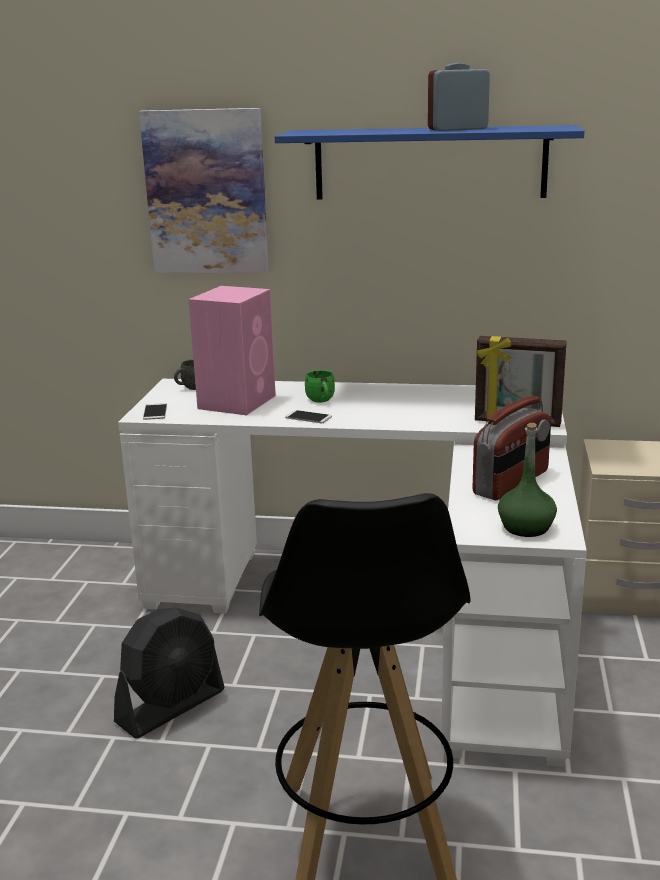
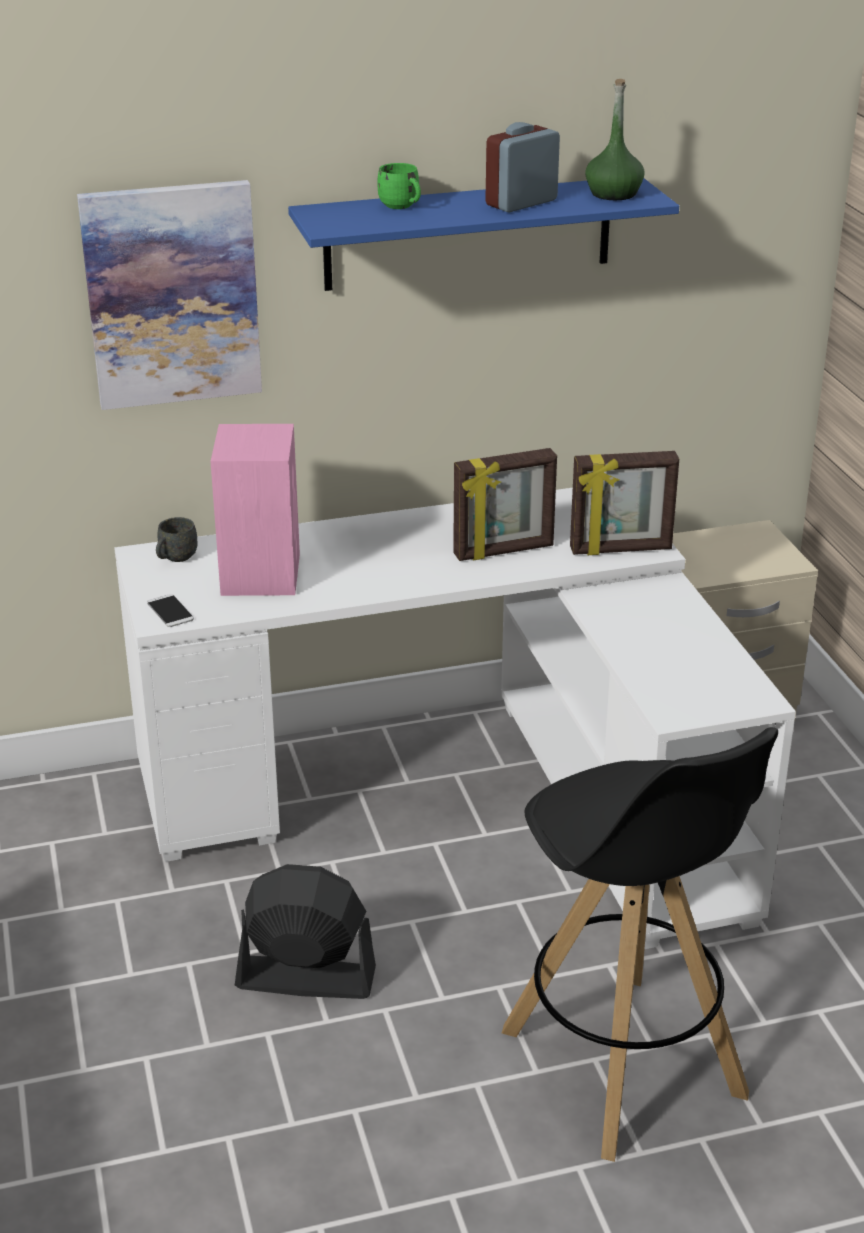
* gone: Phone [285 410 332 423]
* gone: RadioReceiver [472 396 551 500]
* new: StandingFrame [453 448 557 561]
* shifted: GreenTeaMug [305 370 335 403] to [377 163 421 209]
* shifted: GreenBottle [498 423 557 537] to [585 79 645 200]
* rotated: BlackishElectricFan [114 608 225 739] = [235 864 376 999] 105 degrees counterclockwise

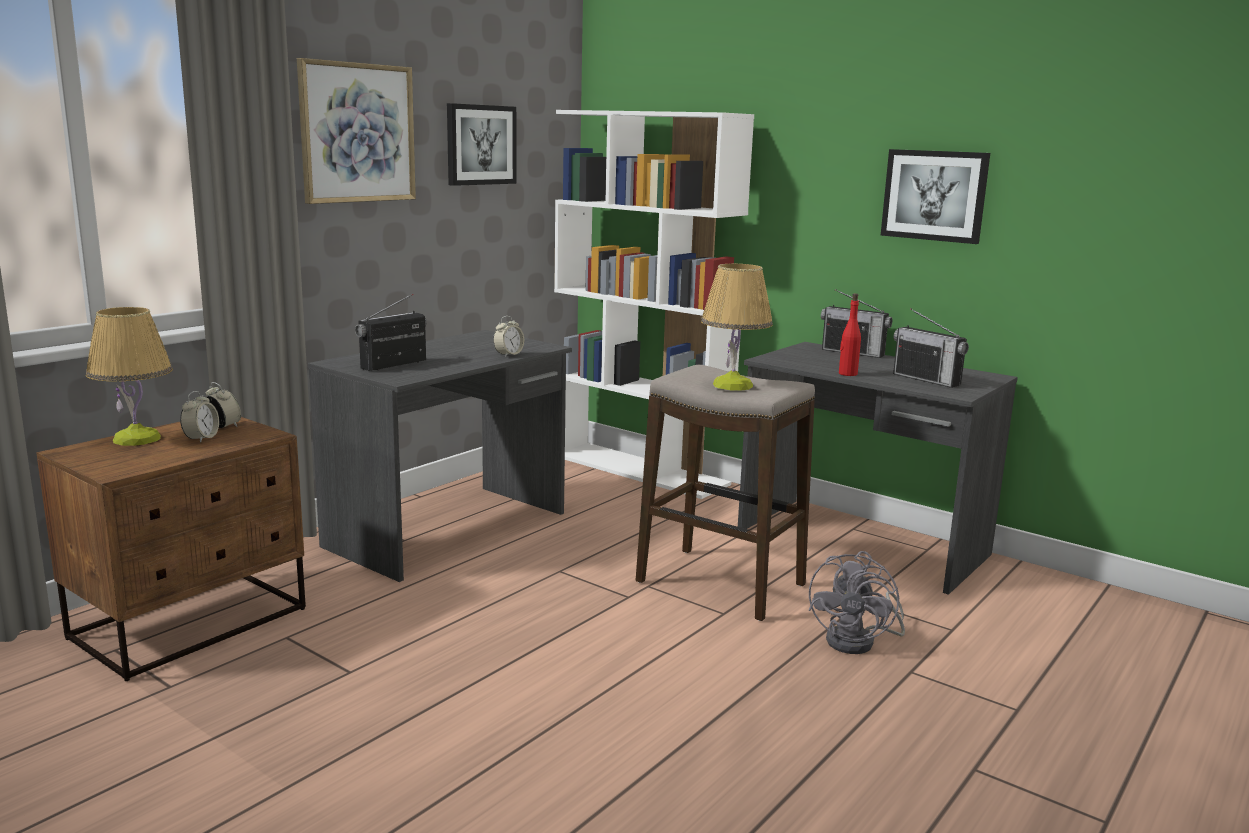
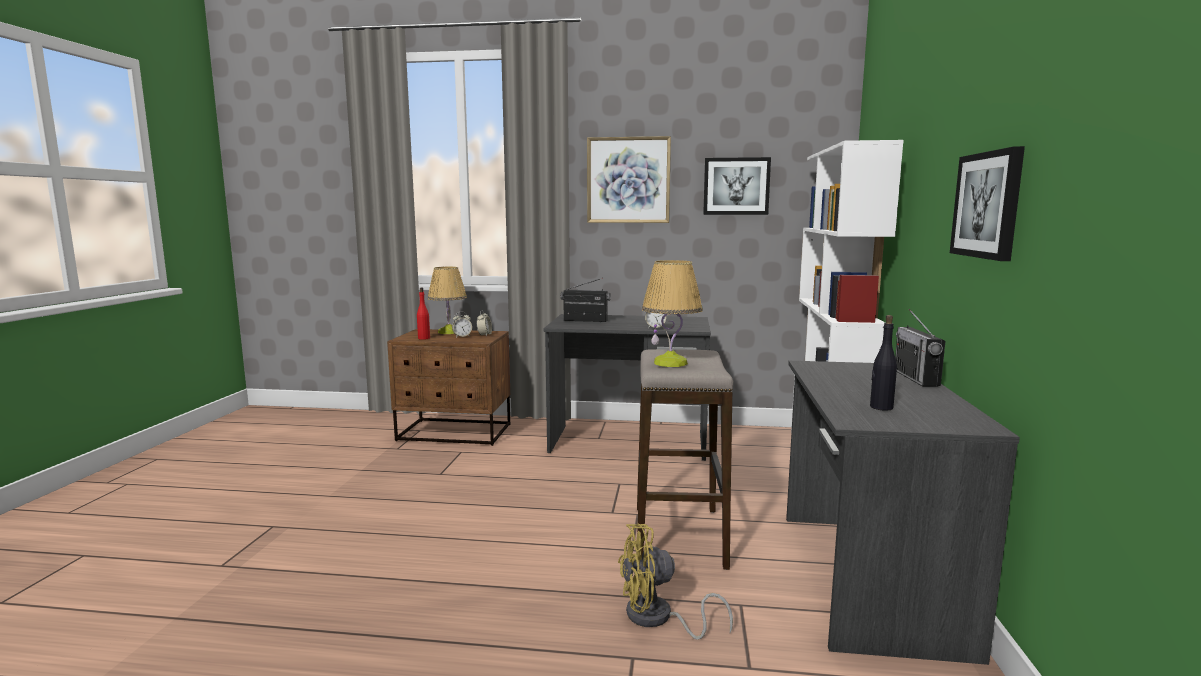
* shifted: ReddishBottle [839 293 861 376] to [417 288 430 340]
* swapped: RadioReceiver [893 308 969 388] to BlackishBottle [870 315 897 411]
* repainted: GrayElectricFan [809 551 905 654] to YellowishElectricFan [618 524 733 640]

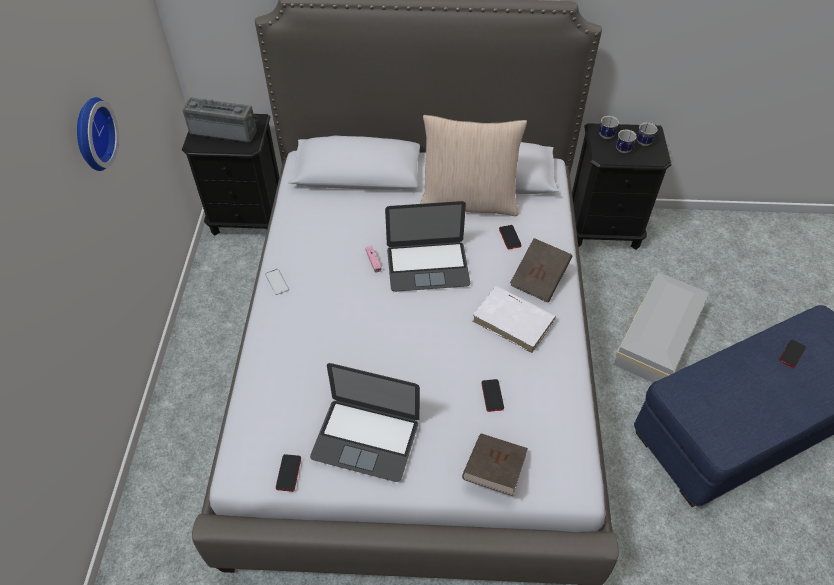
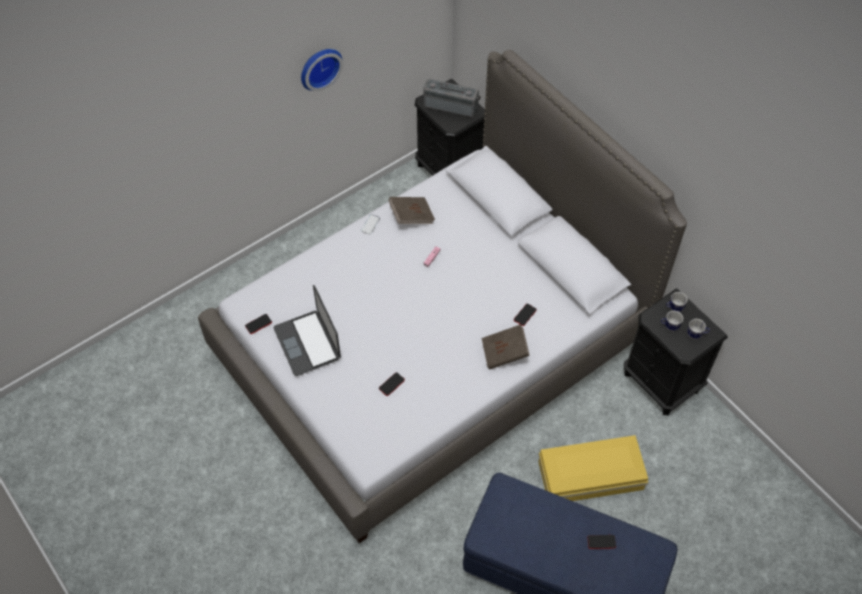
* gone: Laptop [385 201 470 292]
* gone: SandColouredCushion [420 115 527 216]
* gone: WhiteColouredVolume [473 286 556 353]
* shifted: BrownishVolume [462 433 528 496] to [389 197 435 224]
* repainted: WhiteColouredStorageContainer [614 272 709 383] to YellowishStorageContainer [538 435 648 501]
* rotated: RadioReceiver [183 97 258 143] = [423 78 481 118] 45 degrees counterclockwise

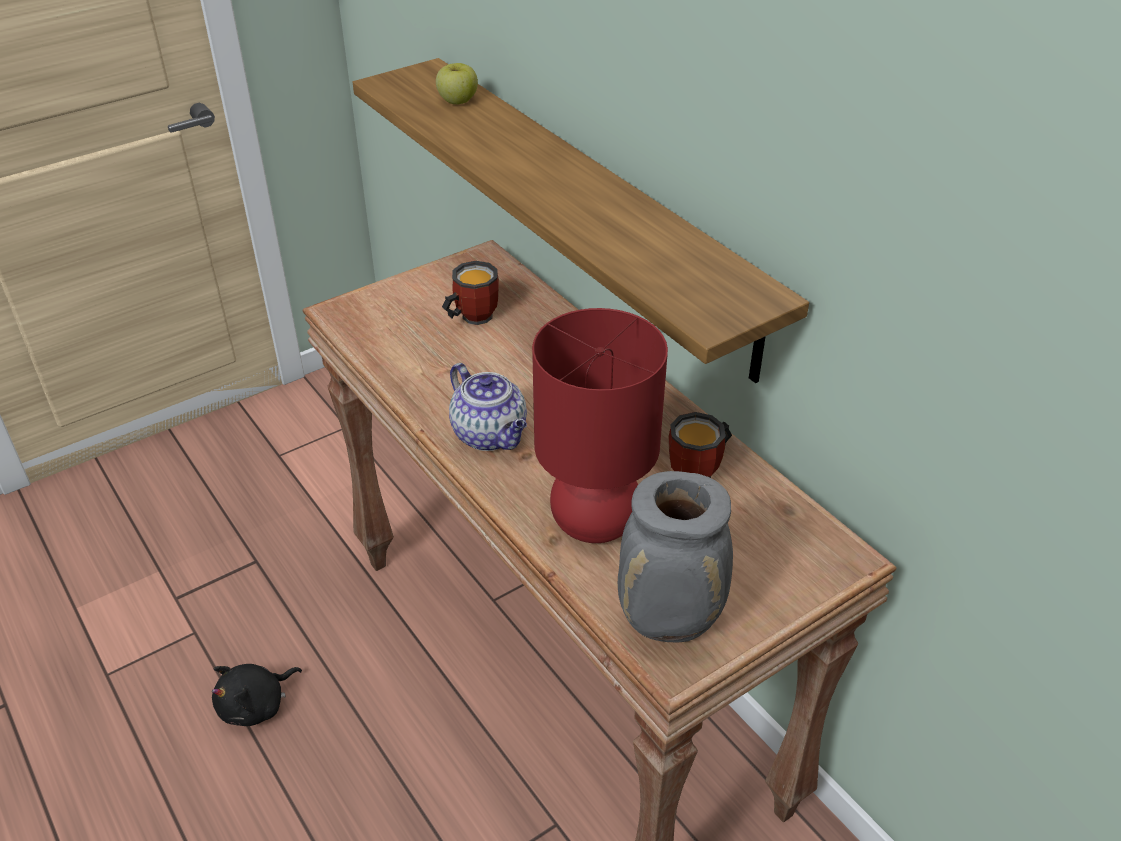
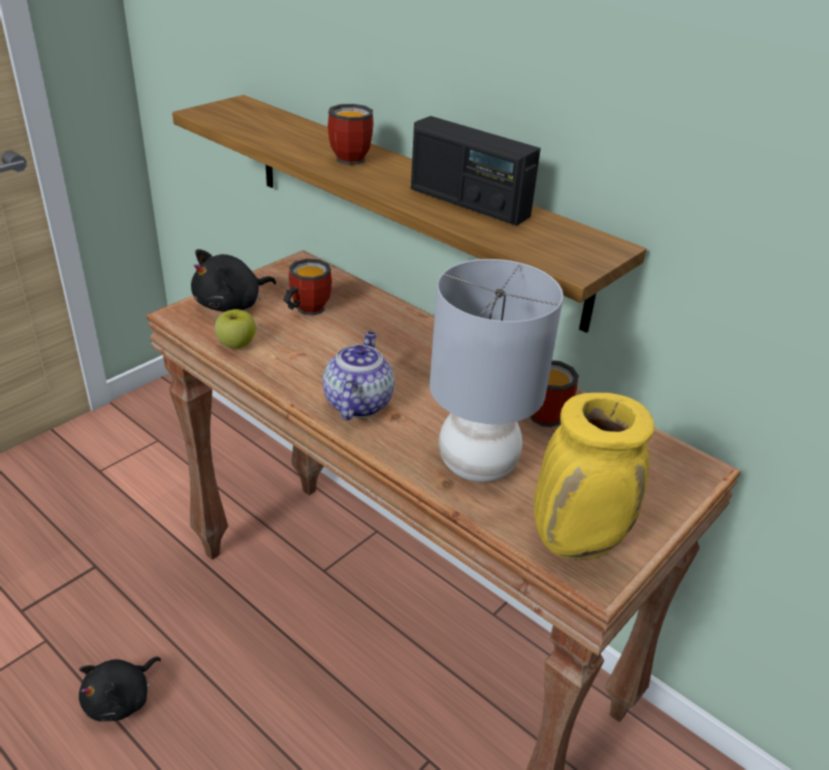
* new: BlackishSoftToy [191 249 276 312]
* new: TeaMug [328 104 374 165]
* new: RadioReceiver [411 116 541 226]
* shifted: WholeApple [436 63 478 104] to [215 309 256 348]
* repainted: ReddishLampForATable [532 308 668 543] to GrayLampForATable [429 259 563 482]
* repainted: GrayFlowerVase [618 471 733 642] to YellowishFlowerVase [534 393 655 559]
* rotated: Teapot [449 363 527 451] = [323 331 394 420] 120 degrees counterclockwise

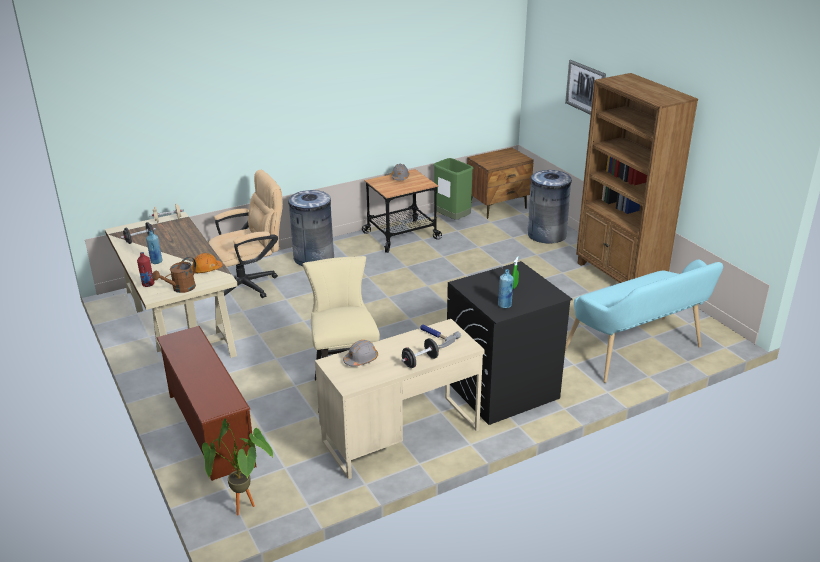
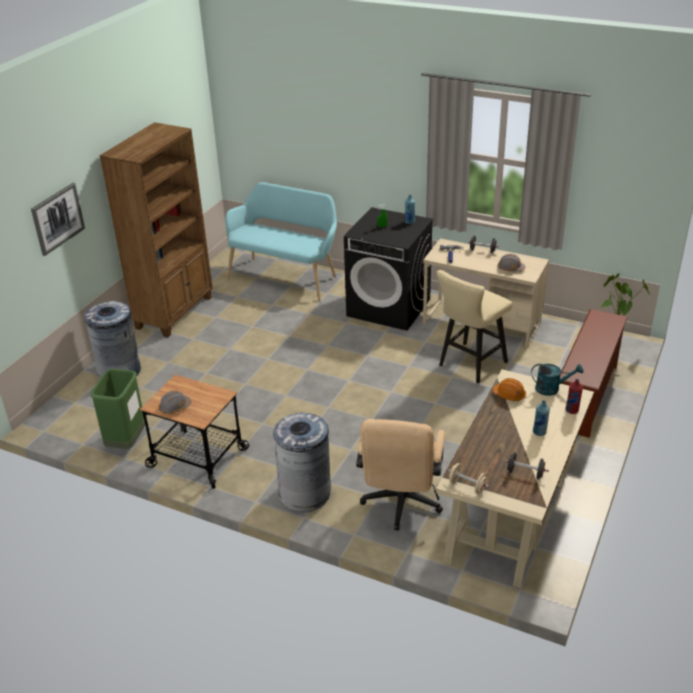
* gone: BrownishNightstand [467 147 534 219]
* repainted: BrownishSprinklingCan [152 257 196 293] to BlueGreenSprinklingCan [531 364 583 396]
* rotated: SandColouredDeskChair [208 170 283 298] = [356 419 445 531] 105 degrees counterclockwise

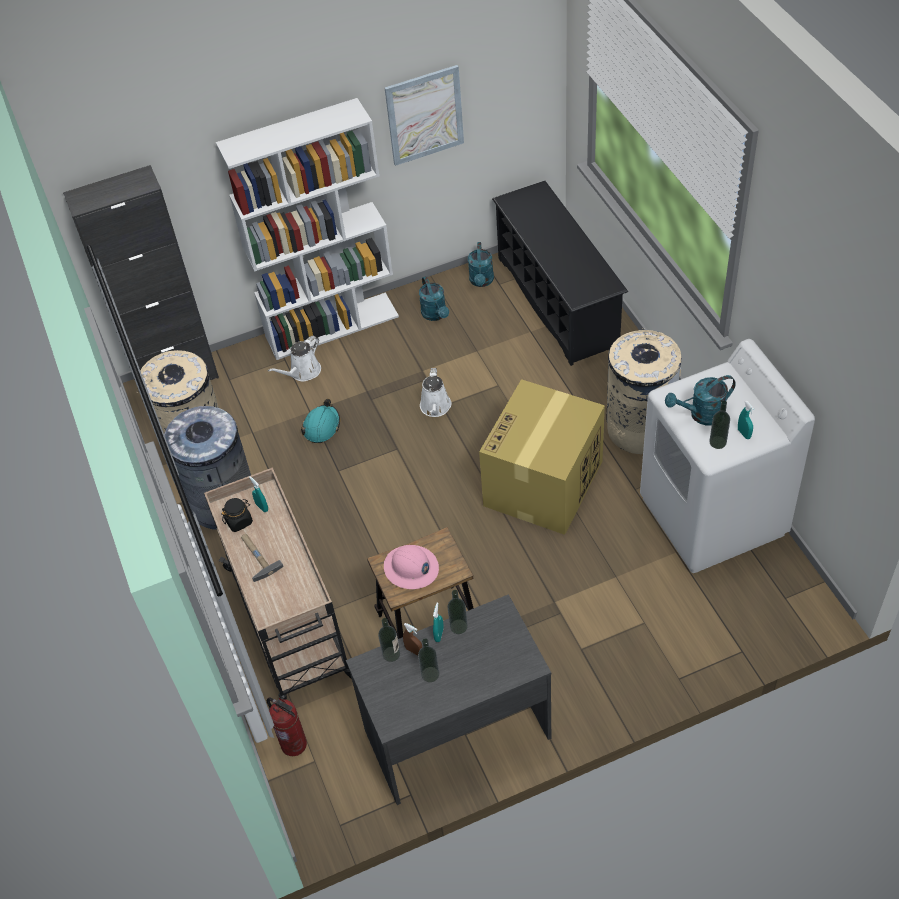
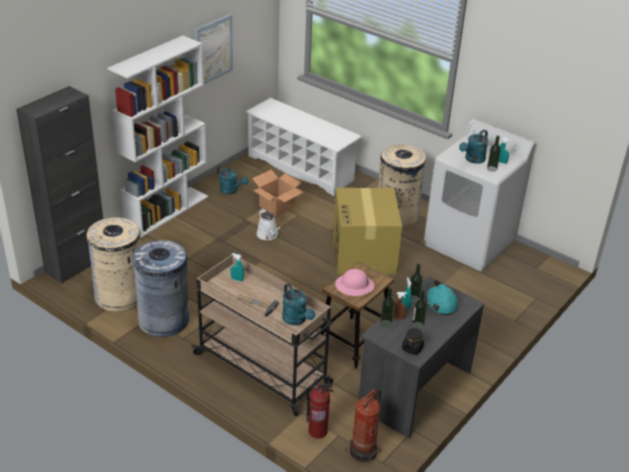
* gone: WhiteColouredSprinklingCan [268 336 321 381]
* new: CardboardBox [252 169 304 217]
* new: Extinguisher [346 389 381 465]
* shifted: BlackishJar [221 498 253 532] to [402 328 424 355]
* shifted: BlueGreenSafetyHelmet [301 399 340 443] to [426 280 458 315]
* shifted: BlueGreenSprinklingCan [468 242 494 287] to [282 283 315 325]
* repainted: BlackishShoeShelf [492 181 628 366] to WhiteColouredShoeShelf [246 98 362 196]

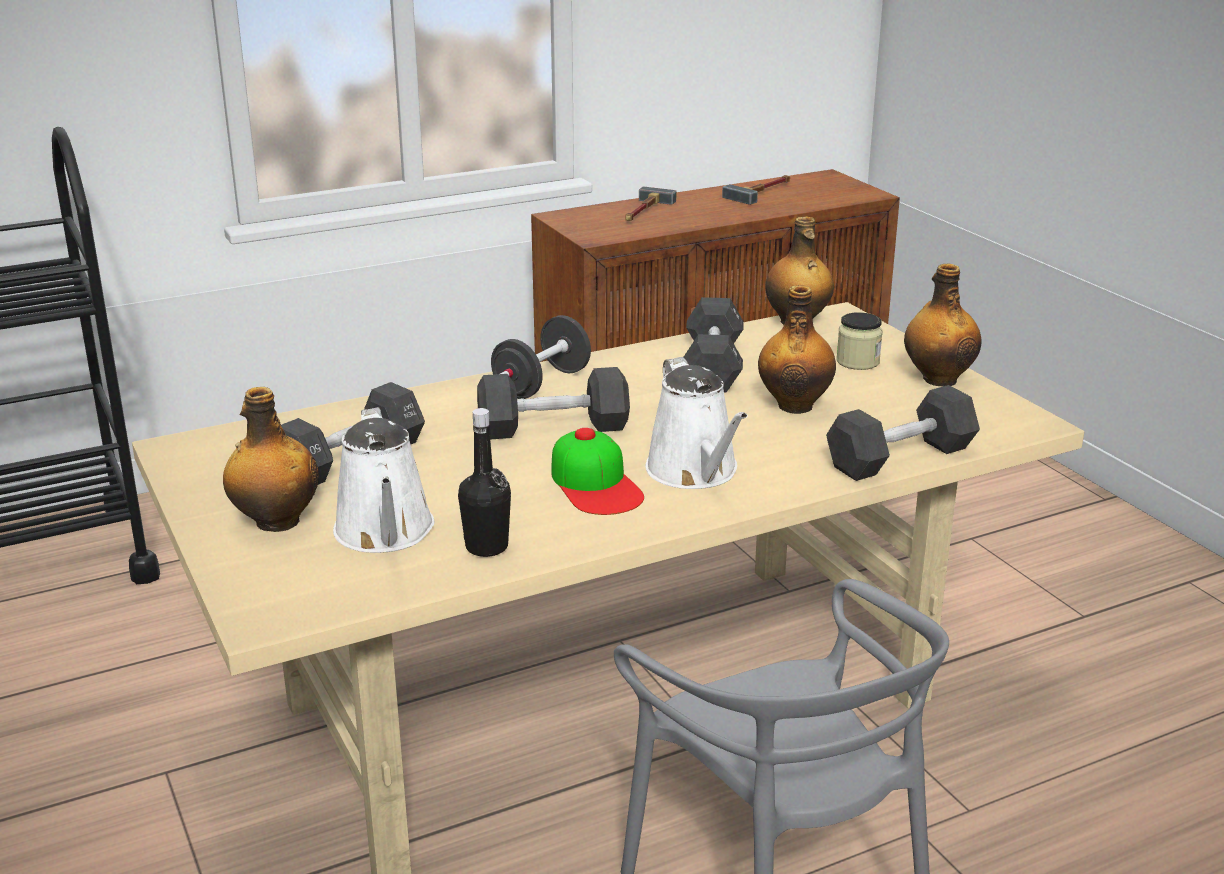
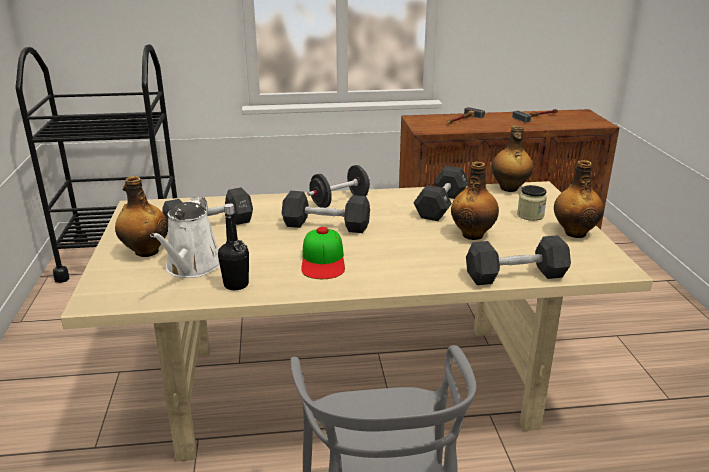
* gone: WhiteColouredSprinklingCan [645 357 748 489]

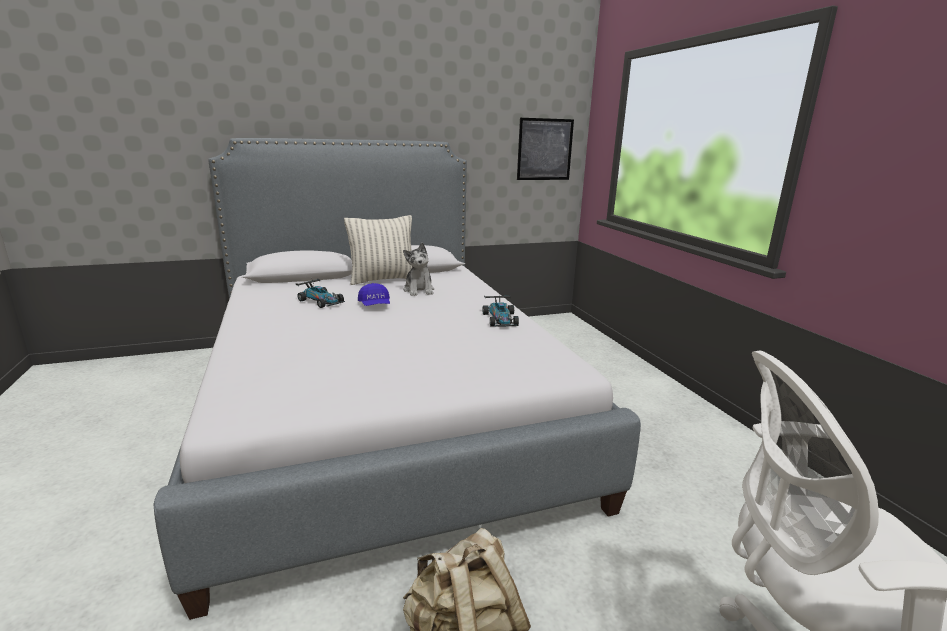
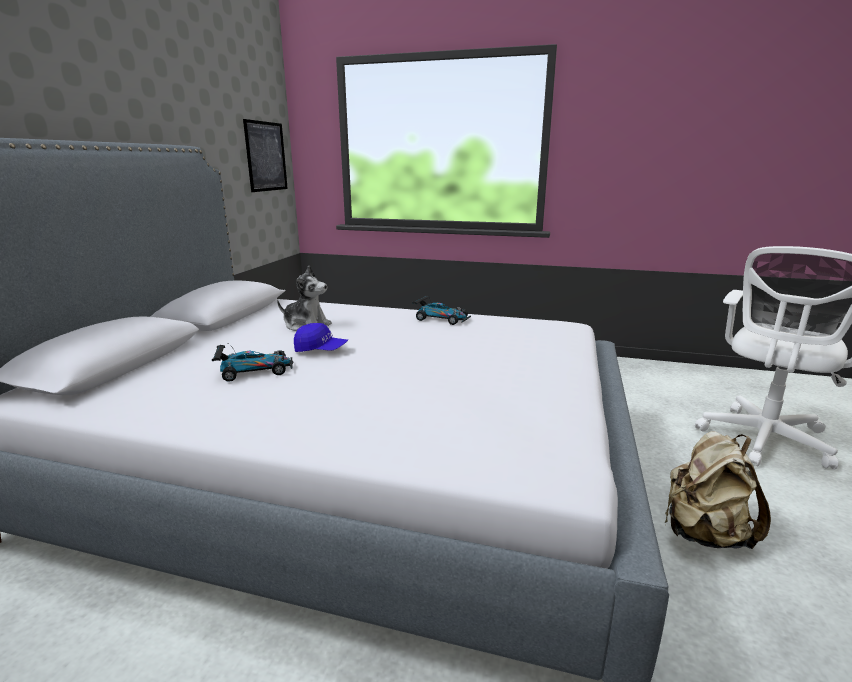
* gone: Cushion [344 215 412 285]

